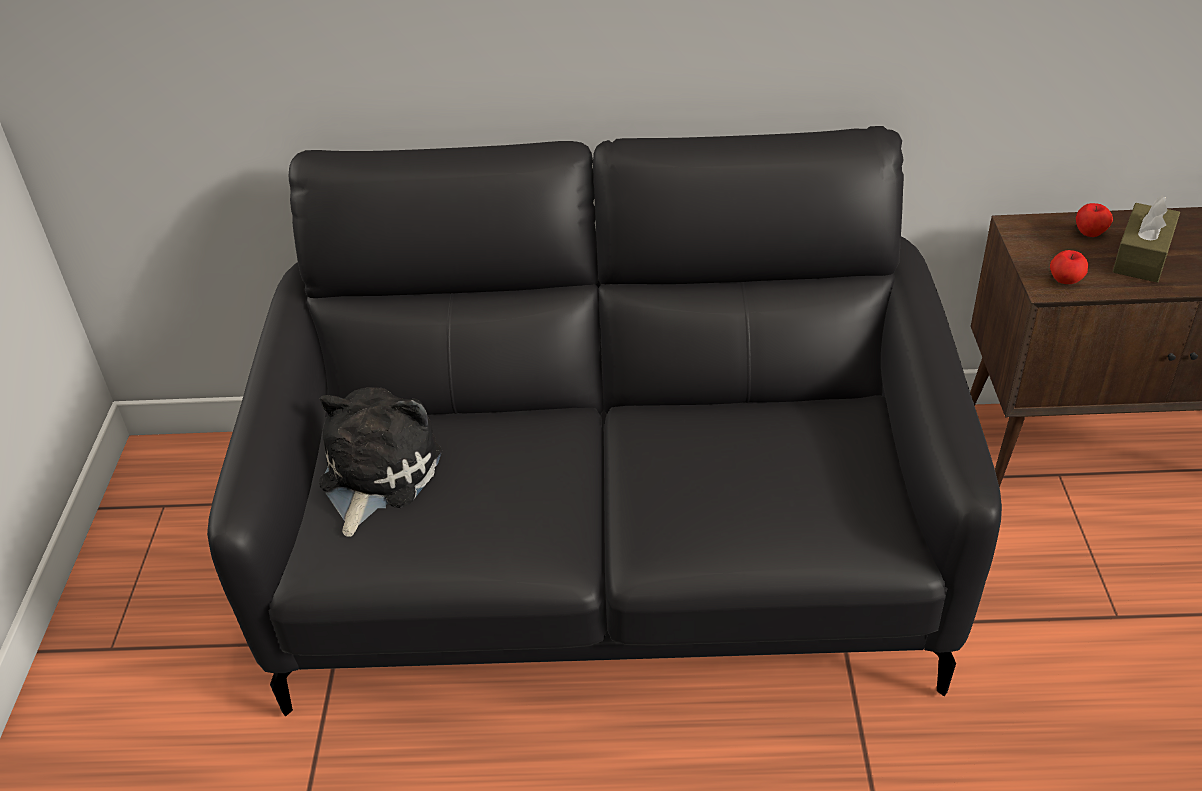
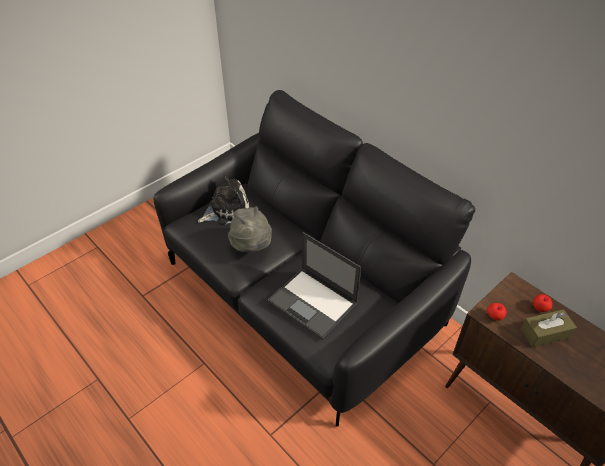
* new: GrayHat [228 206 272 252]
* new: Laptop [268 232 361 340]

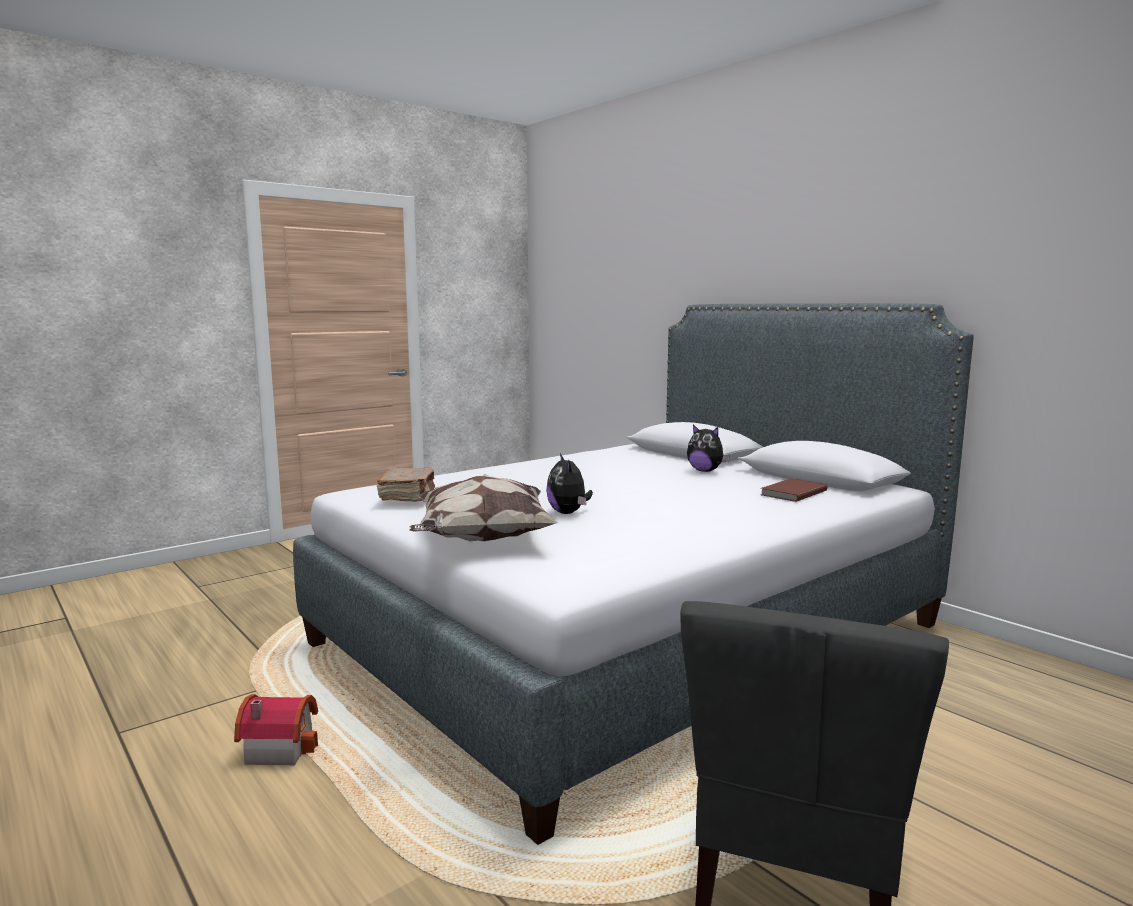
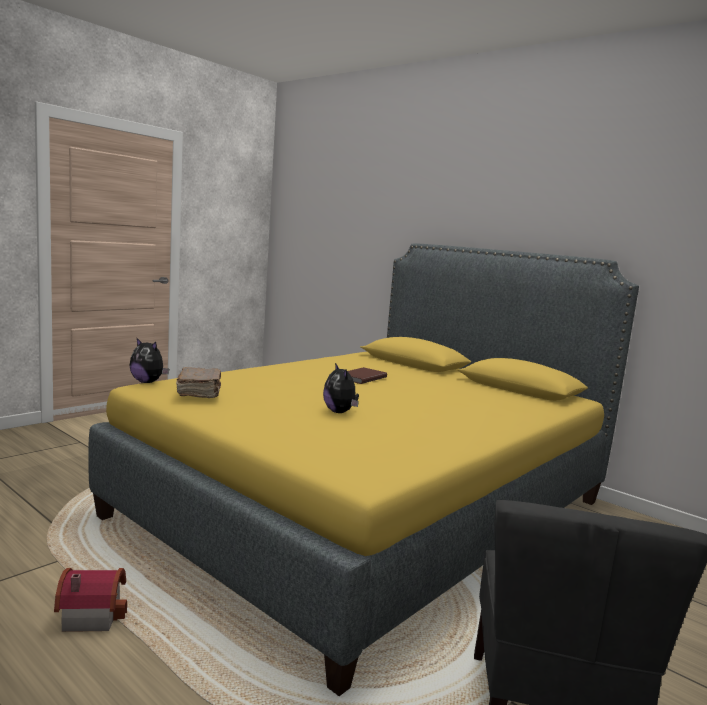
* gone: Cushion [409 473 558 542]
* shifted: SoftToy [687 425 730 472] to [129 338 169 383]
* shifted: BrownishVolume [761 478 827 502] to [348 367 387 384]
* repainted: GrayBed [293 303 974 845] to YellowishBed [88 243 639 696]

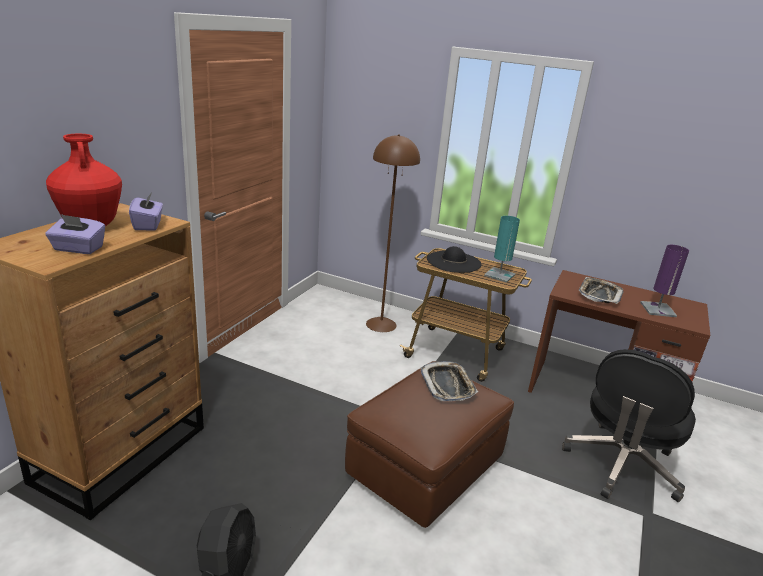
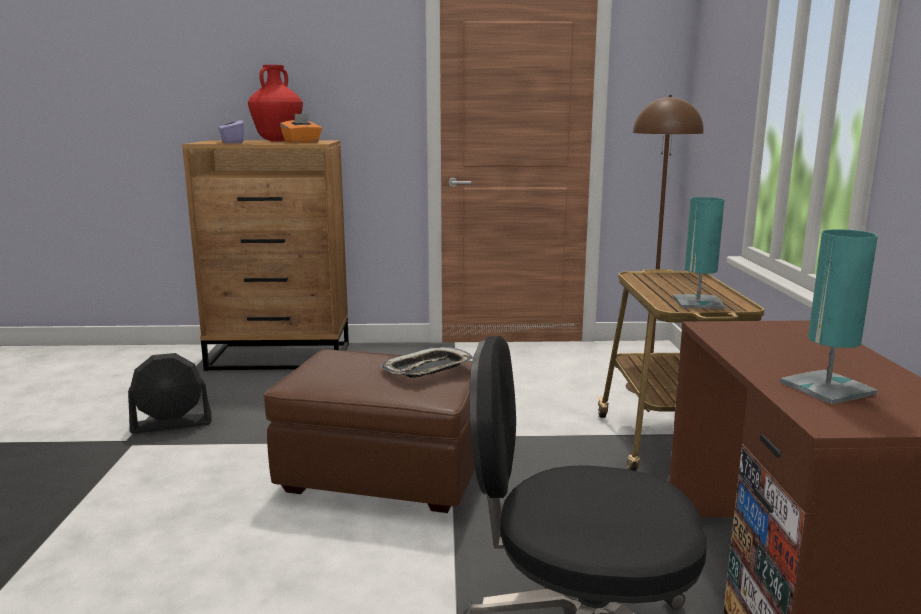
* gone: BlackishHat [427 246 481 273]
* gone: CarryingTray [579 277 624 304]
* repainted: PurplishTissueHolder [129 192 163 230] to OrangeyTissueHolder [280 114 322 143]
* repainted: PurplishLampForATable [640 245 689 317] to BlueGreenLampForATable [780 229 878 405]

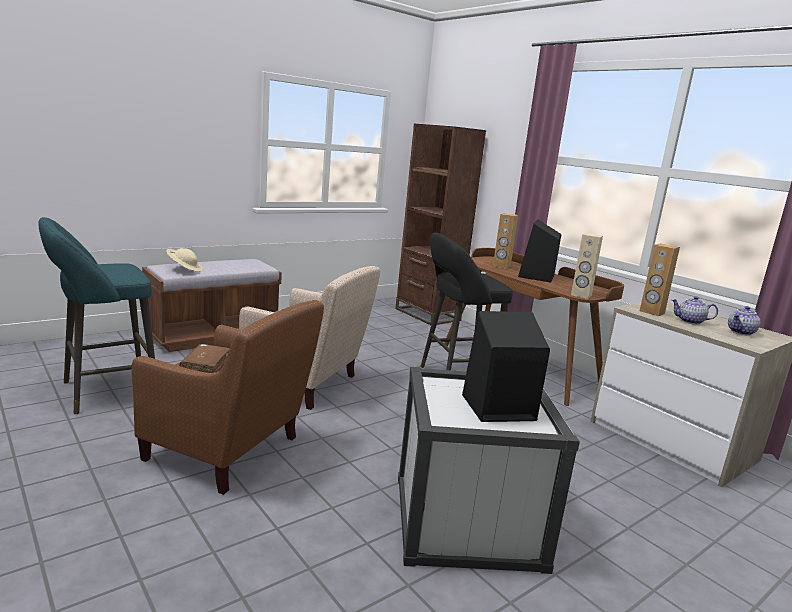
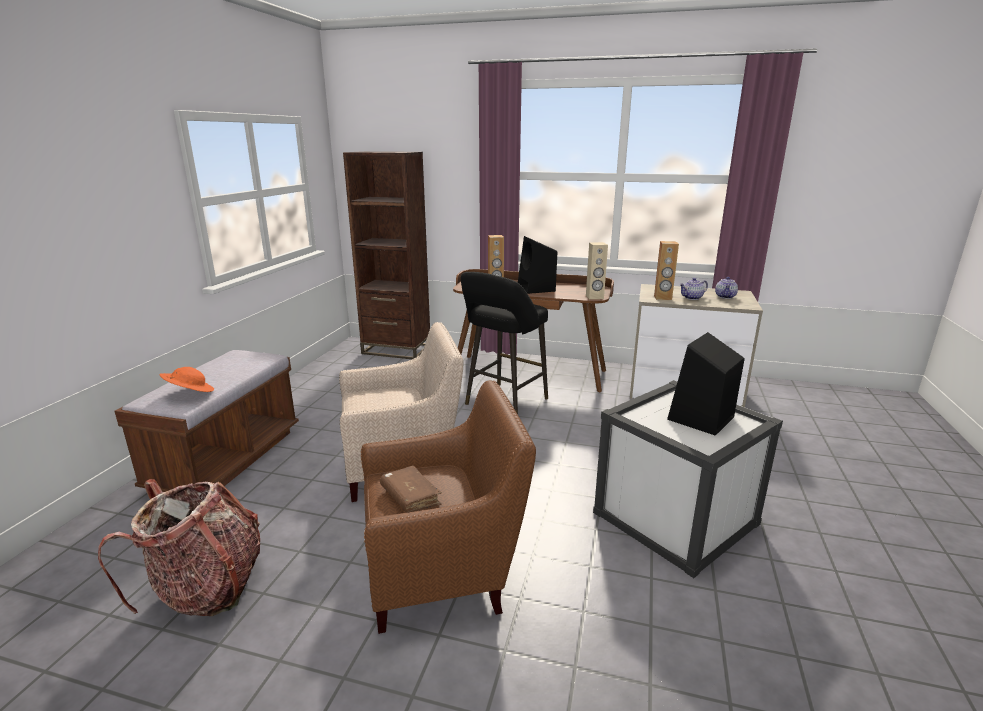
* swapped: BlueGreenStoolSeat [38 217 155 414] to Knapsack [98 479 260 616]
* repainted: SandColouredHat [166 248 202 272] to OrangeyHat [159 367 214 392]

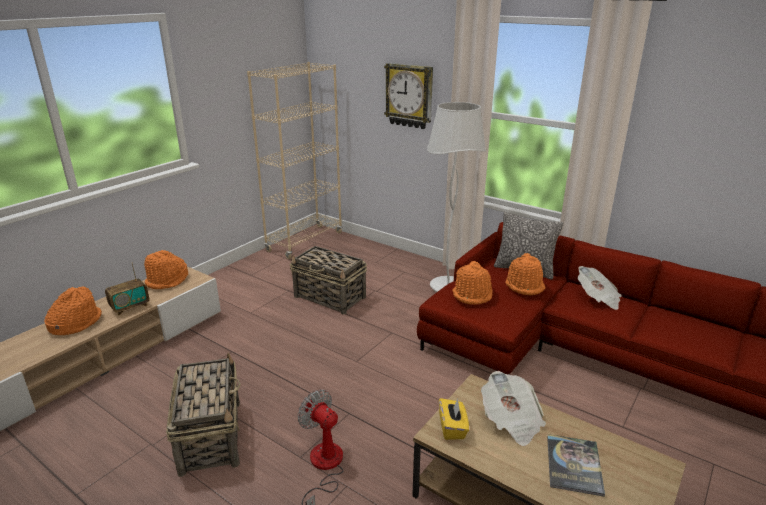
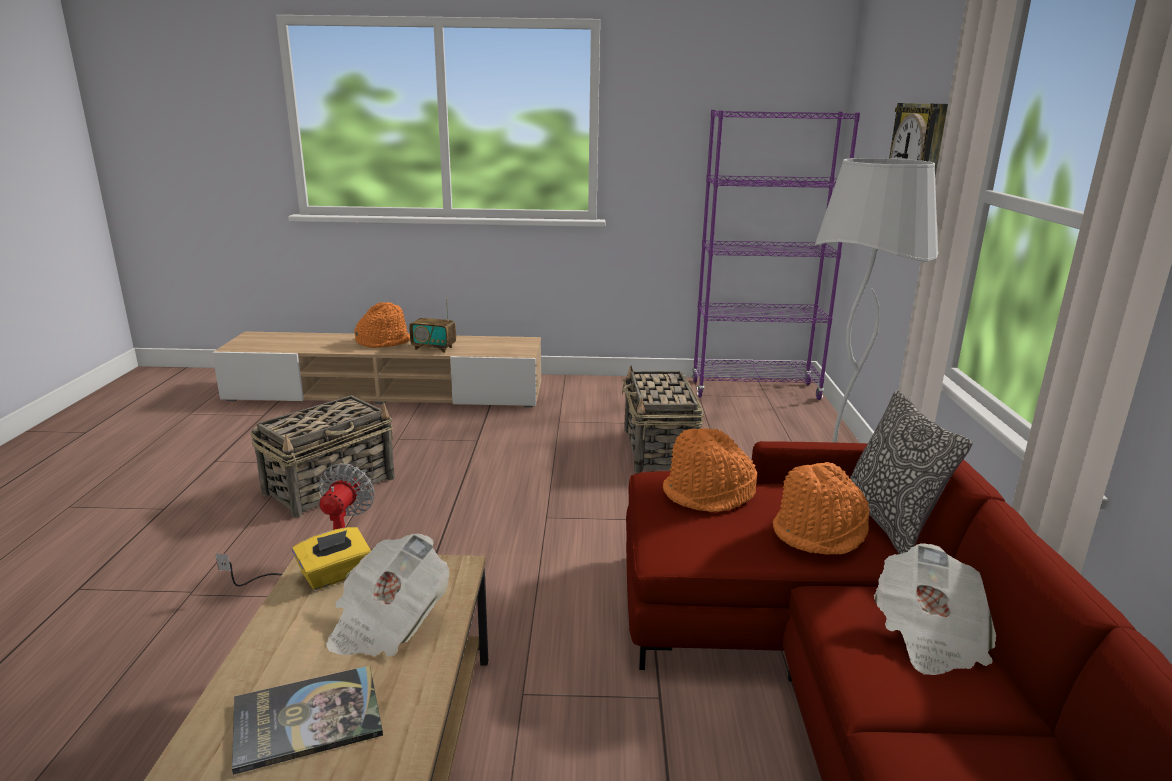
* gone: OrangeyHat [144 250 188 289]
* repainted: SandColouredShelvingUnit [247 62 342 259] to PurplishShelvingUnit [692 110 860 400]

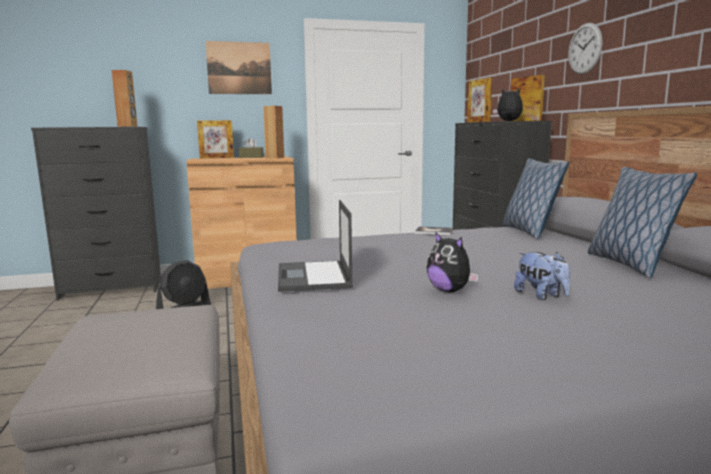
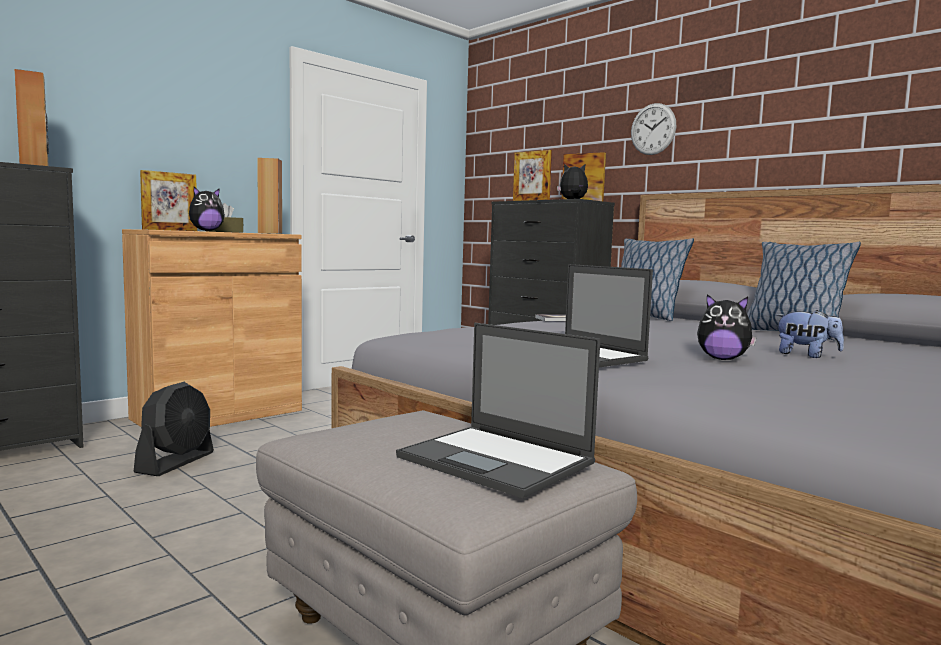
* gone: WallArt [205 41 272 94]
* new: SoftToy [189 187 225 231]
* new: Laptop [396 323 600 498]

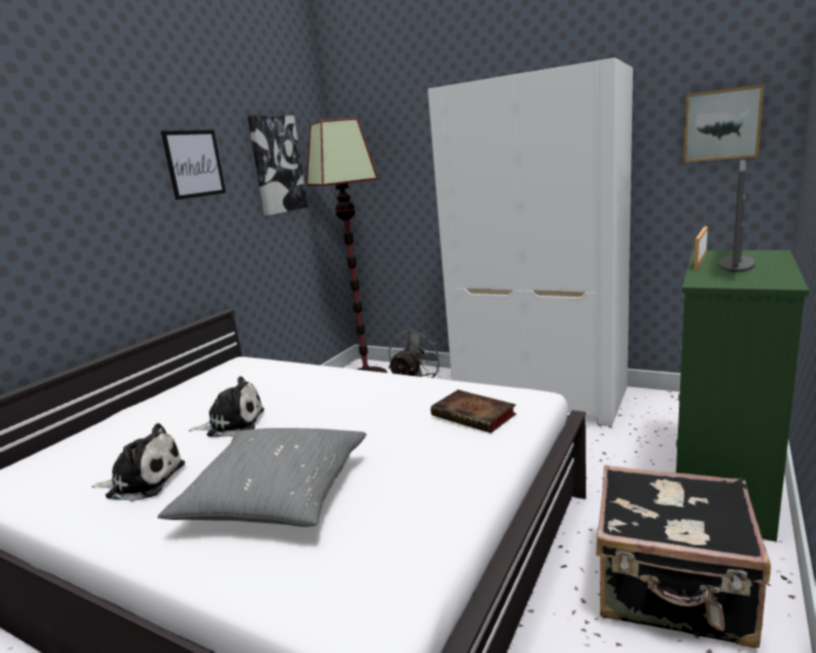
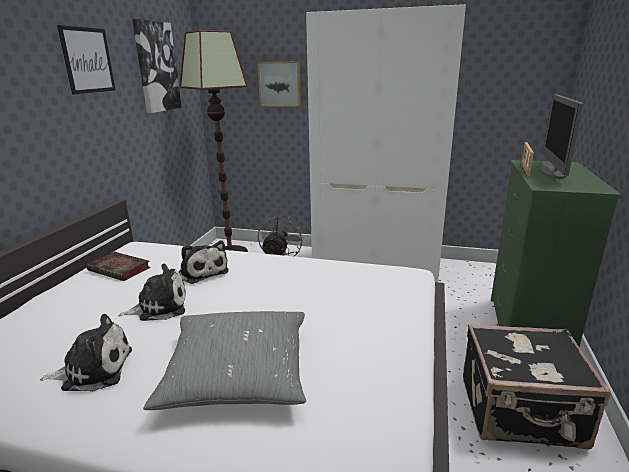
* new: SoftToy [179 240 229 284]
* shifted: Volume [431 390 516 433] to [86 252 151 281]
* shifted: WallArt [684 84 764 162] to [257 61 301 107]

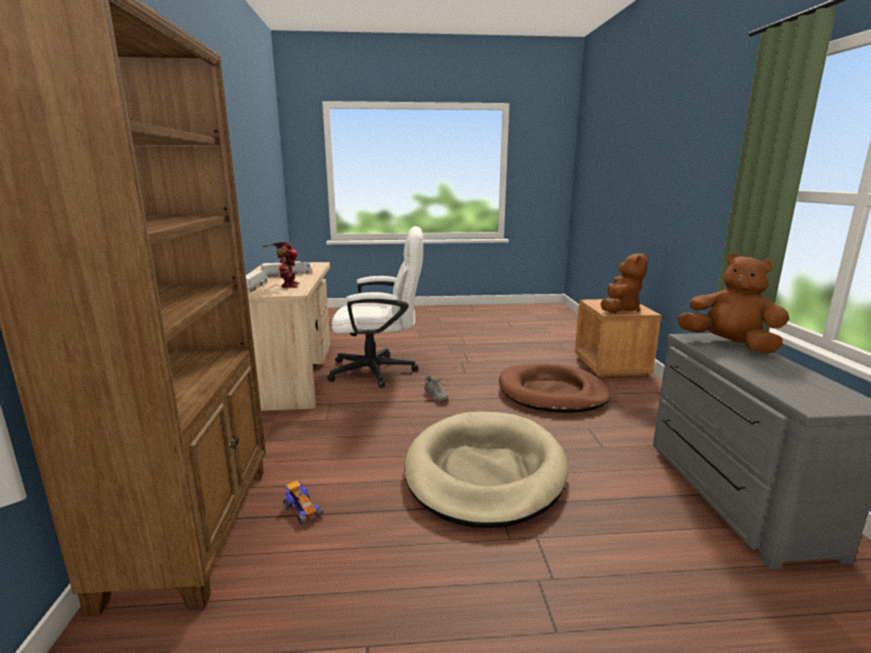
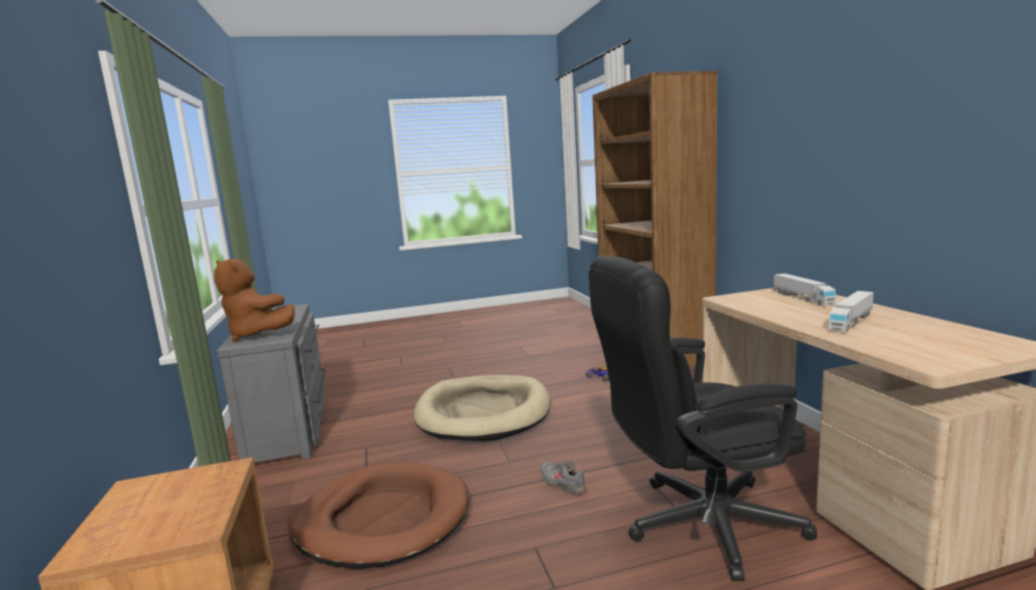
* gone: RobotFigure [263 241 300 288]
* gone: BrownishSoftToy [601 252 648 313]
* repainted: WhiteColouredDeskChair [327 226 423 387] to BlackishDeskChair [589 255 817 581]

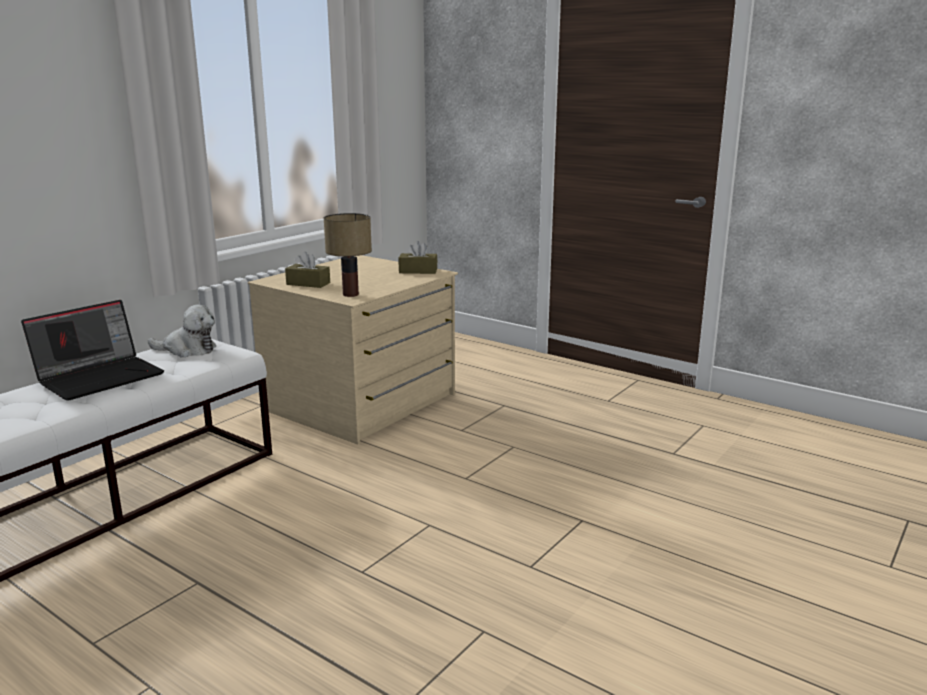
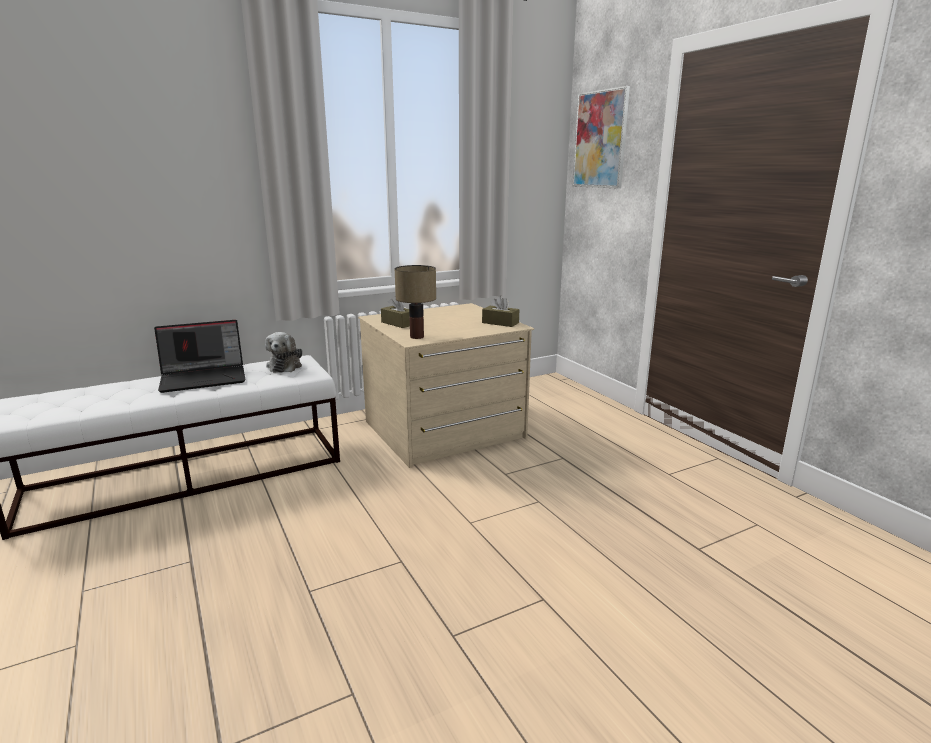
* new: WallArt [572 86 630 189]
* rotated: SoftToy [148 304 216 357] = [265 332 302 373] 60 degrees clockwise

